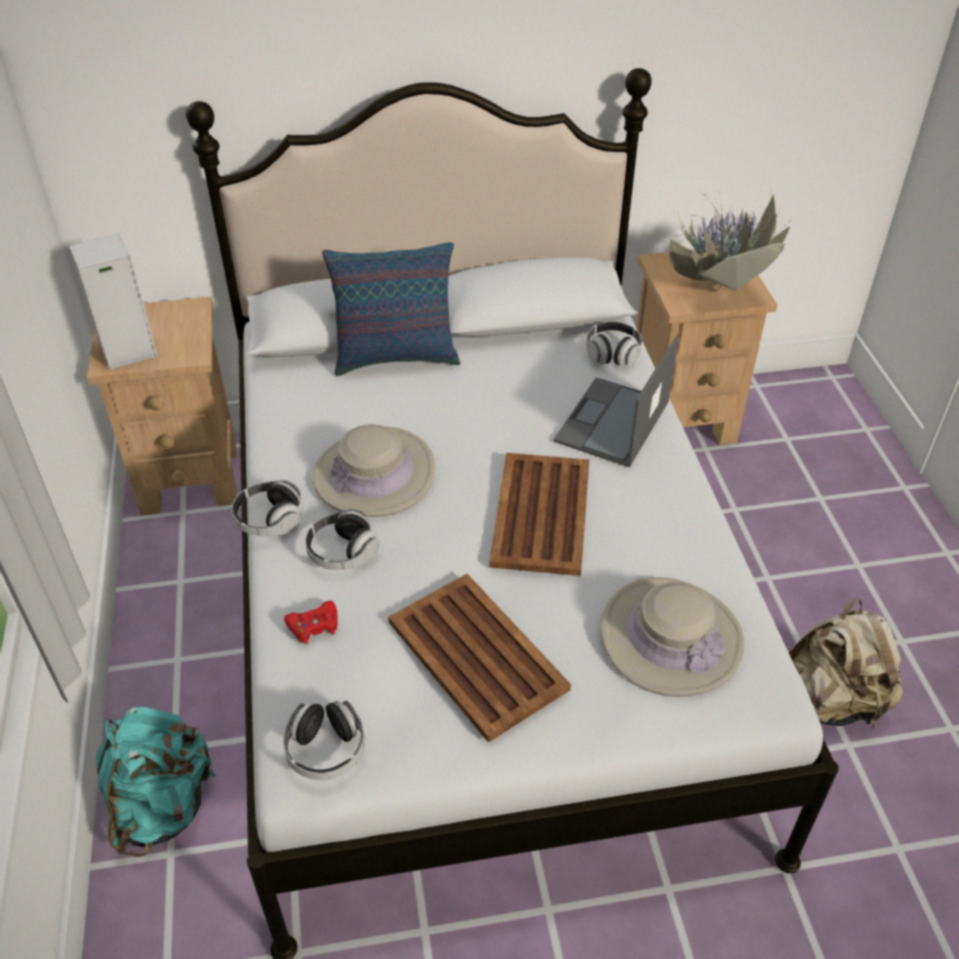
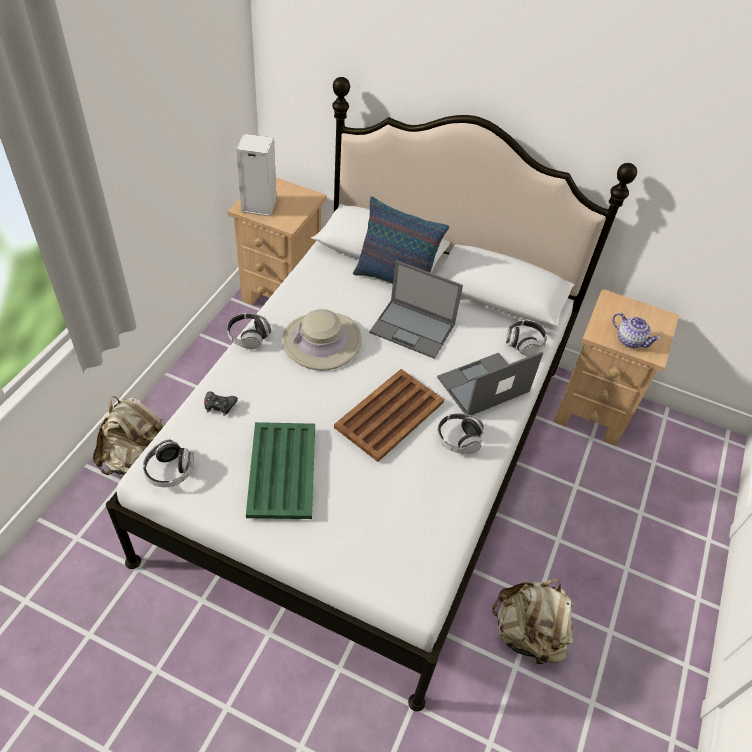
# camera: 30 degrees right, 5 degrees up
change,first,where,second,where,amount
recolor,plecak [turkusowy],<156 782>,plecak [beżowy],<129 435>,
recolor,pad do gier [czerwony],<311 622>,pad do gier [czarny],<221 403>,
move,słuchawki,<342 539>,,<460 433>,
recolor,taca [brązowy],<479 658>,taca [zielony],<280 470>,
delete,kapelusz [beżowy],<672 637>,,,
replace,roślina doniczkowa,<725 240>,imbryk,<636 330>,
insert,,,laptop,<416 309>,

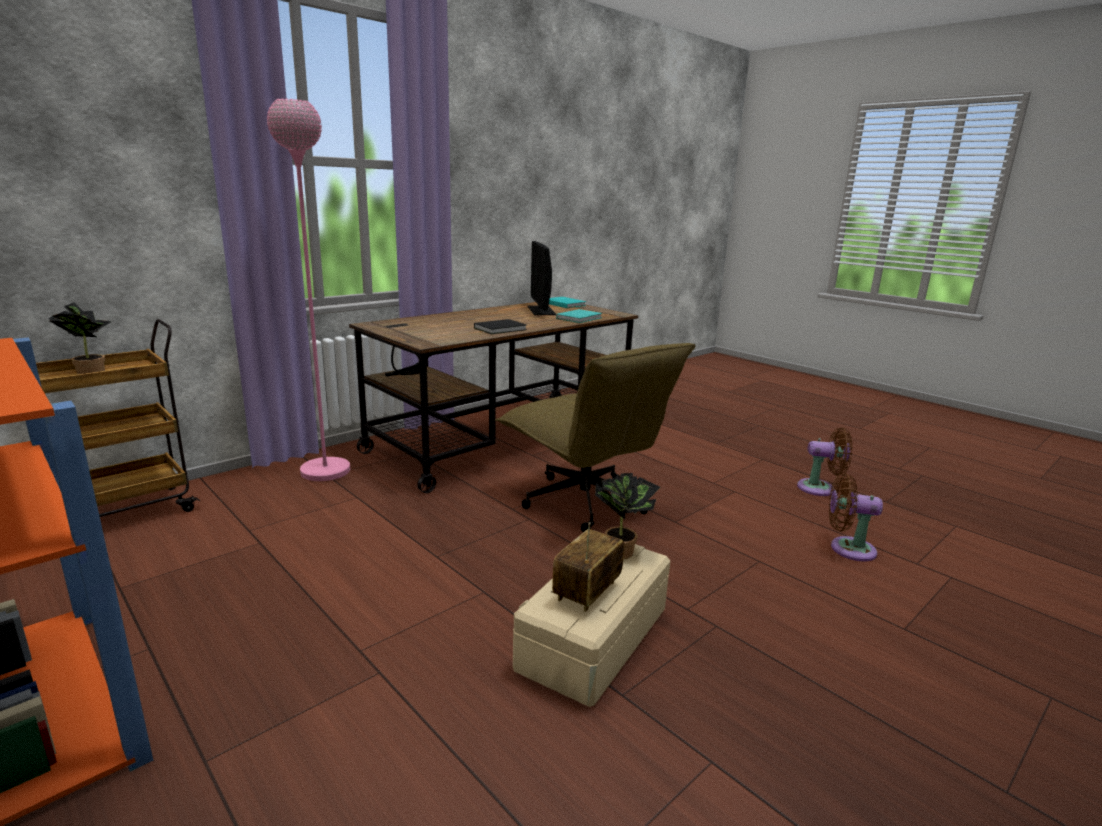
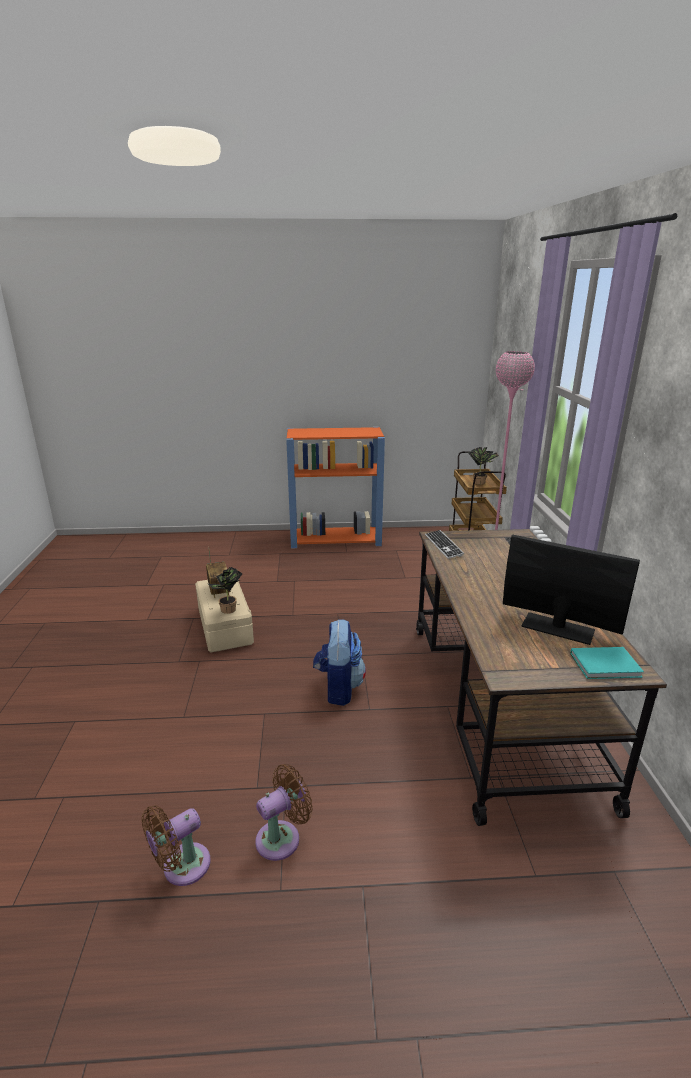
# camera: 130 degrees right, 5 degrees up
change,first,where,second,where,amount
delete,książka [czarny],<500 326>,,,
replace,krzesło biurowe [beżowy],<595 437>,plecak,<339 662>,
delete,książka [turkusowy],<579 316>,,,
move,wentylator [brązowy],<856 518>,,<284 812>,
insert,,,klawiatura,<444 544>,

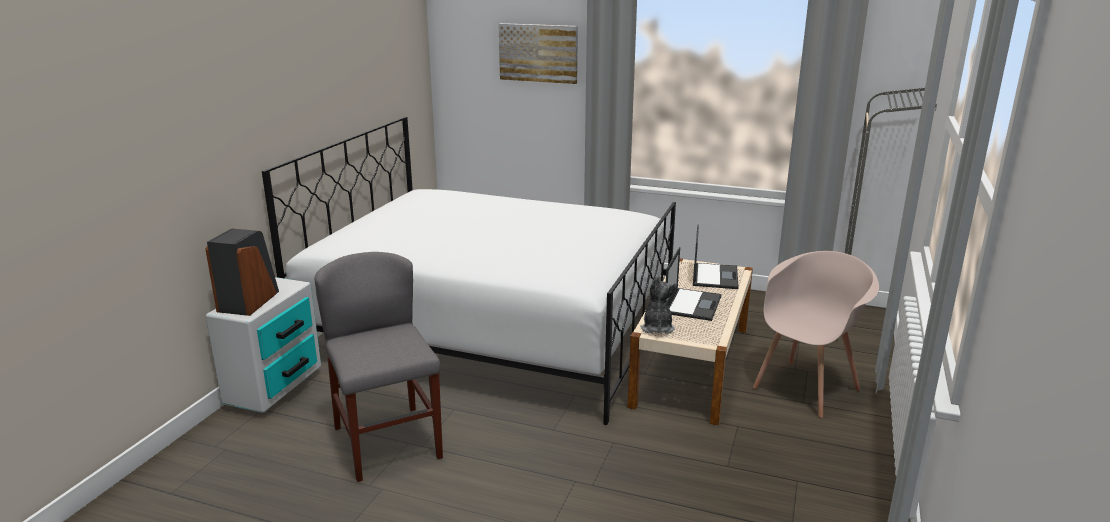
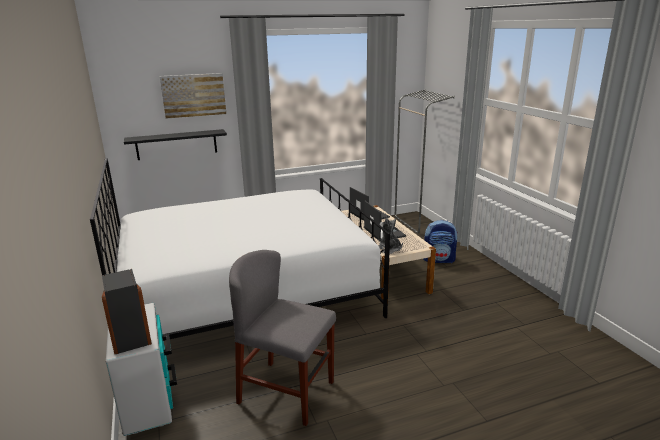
# camera: 40 degrees left, 0 degrees up
change,first,where,second,where,amount
replace,krzesło [beżowy],<816 334>,plecak,<440 241>,
insert,,,półka [czarny],<175 144>,

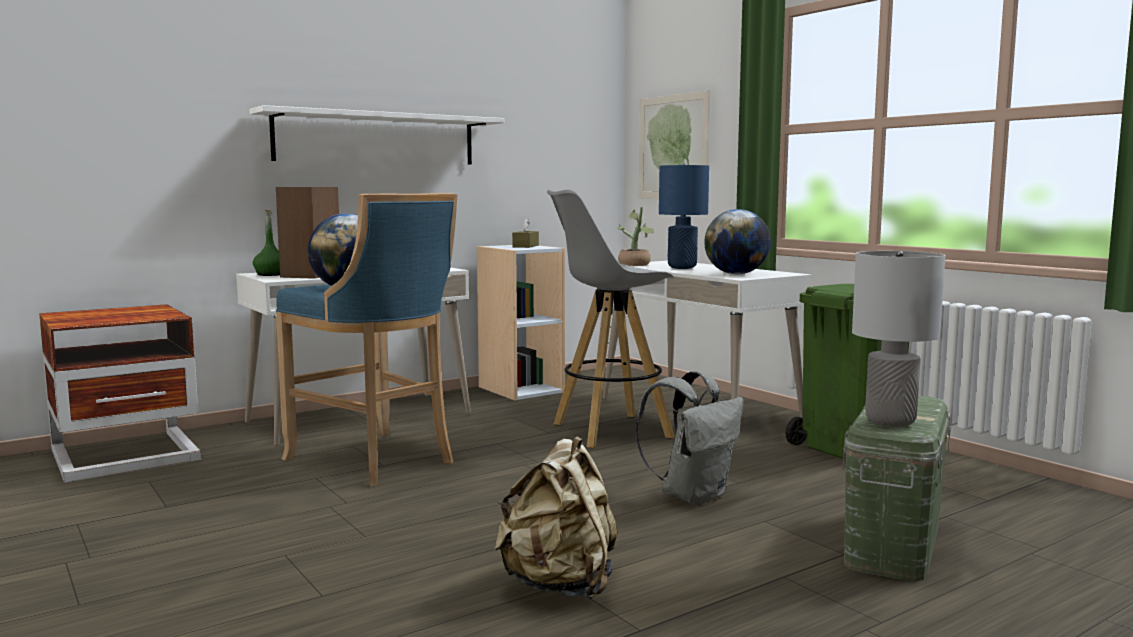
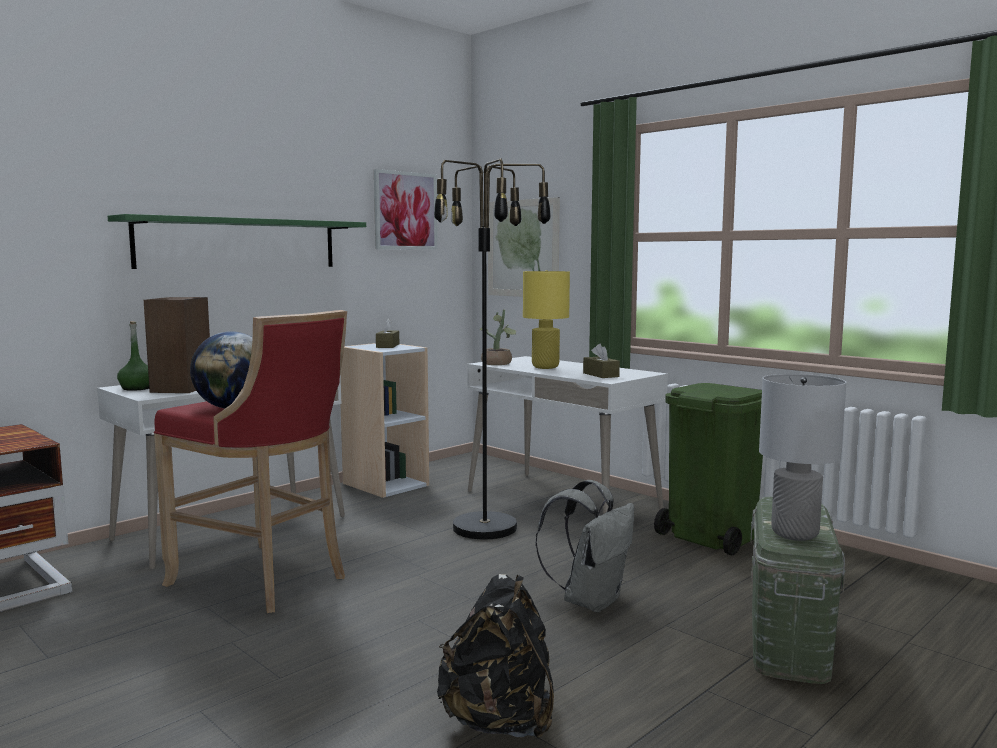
# camera: 10 degrees left, 0 degrees up
change,first,where,second,where,amount
recolor,półka [biały],<377 134>,półka [zielony],<237 241>,
recolor,stołek [niebieski],<367 339>,stołek [czerwony],<250 461>,
recolor,plecak [beżowy],<556 518>,plecak [czarny],<495 656>,
replace,stołek [szary],<611 318>,lampa stojąca,<492 349>,
recolor,lampa stołowa [niebieski],<684 216>,lampa stołowa [żółty],<546 319>,
replace,globus,<737 241>,pudełko chusteczek [brązowy],<601 361>,
insert,,,obraz,<405 209>,

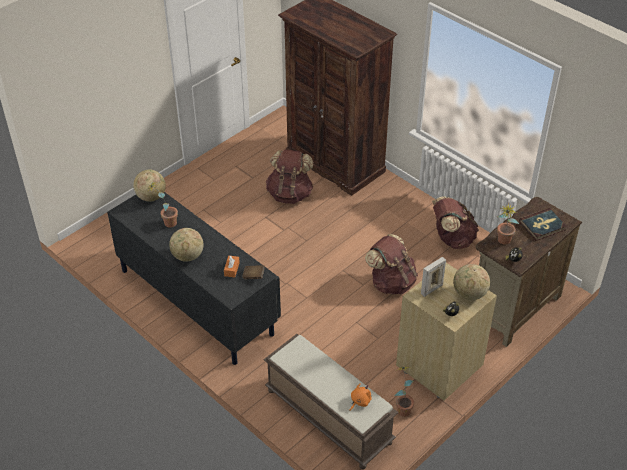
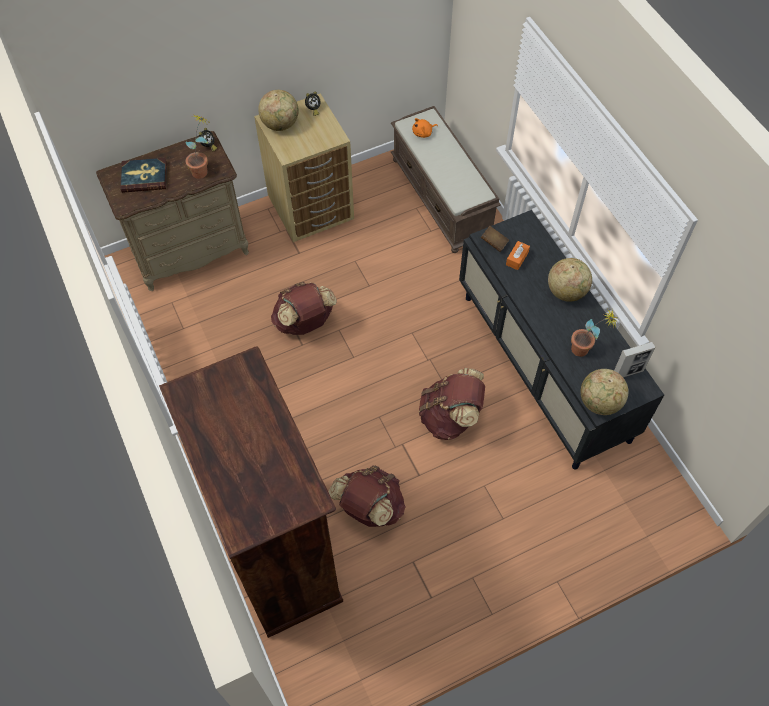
# camera: 160 degrees left, 15 degrees up
change,first,where,second,where,amount
delete,roślina doniczkowa,<404 391>,,,
move,ramka na zdjęcie,<433 277>,,<634 359>,
move,plecak [brązowy],<455 222>,,<452 404>,

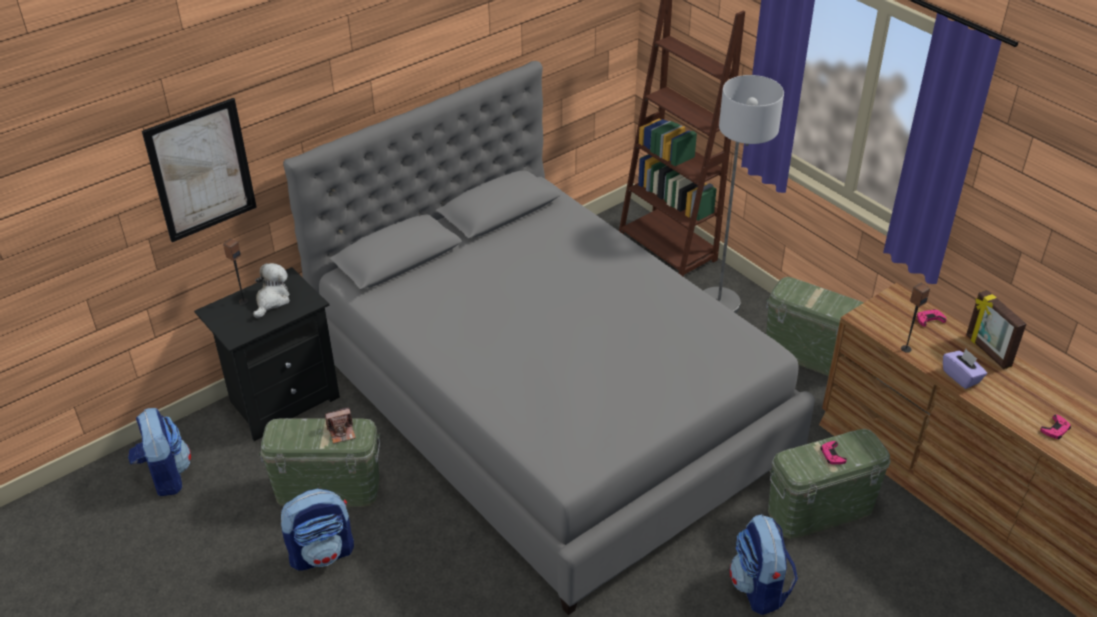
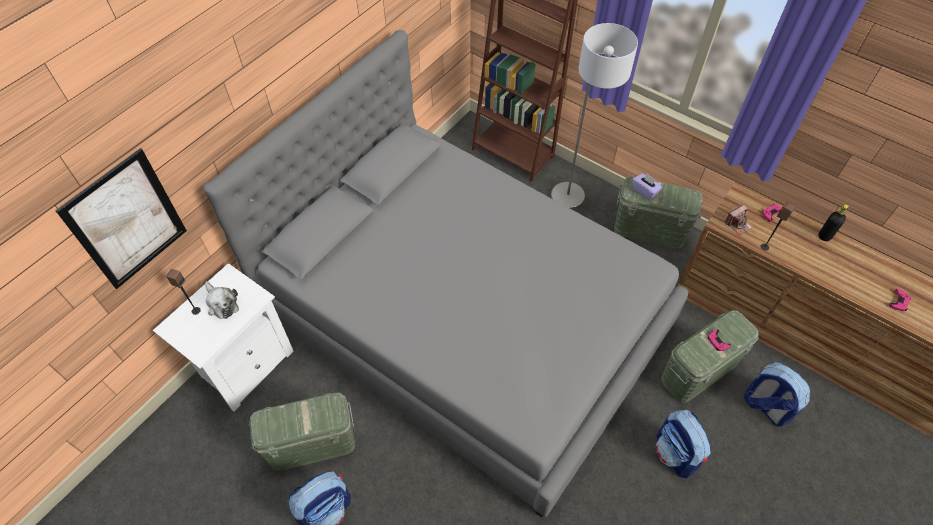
# camera: 15 degrees left, 15 degrees up
change,first,where,second,where,amount
move,plecak,<159 452>,,<777 394>,
recolor,szafka nocna [czarny],<267 354>,szafka nocna [biały],<223 337>,
rotate,pluszak,<271 290>,,<222 300>,135 degrees clockwise
move,aparat fotograficzny,<340 425>,,<739 219>,
move,pudełko chusteczek [fioletowy],<965 369>,,<647 186>,
replace,ramka na zdjęcie,<996 329>,butelka [czarny],<833 222>,

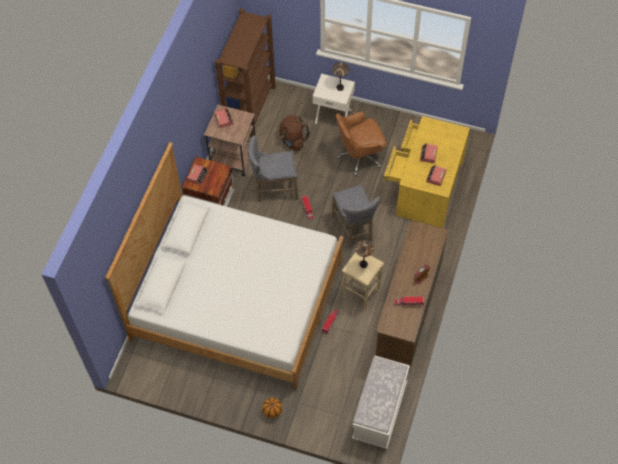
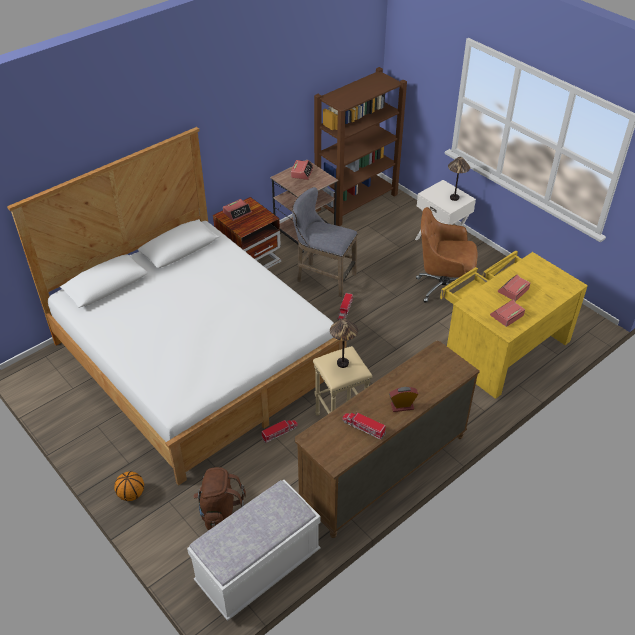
# camera: 30 degrees right, 15 degrees down
change,first,where,second,where,amount
move,plecak [brązowy],<294 133>,,<219 498>,
delete,stołek [szary],<356 216>,,,

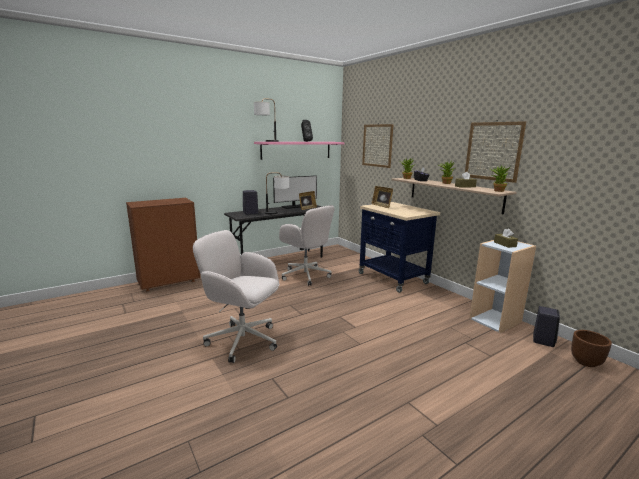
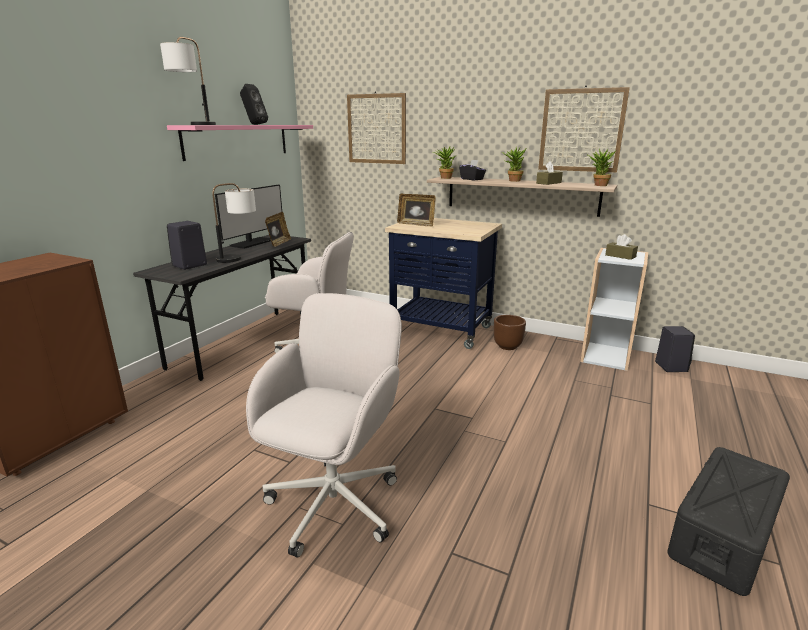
# camera: 30 degrees left, 5 degrees up
change,first,where,second,where,amount
rotate,krzesło biurowe [biały],<236 296>,,<324 425>,120 degrees clockwise
move,donica [brązowy],<591 348>,,<510 332>,
insert,,,pojemnik do przechowywania [czarny],<728 521>,

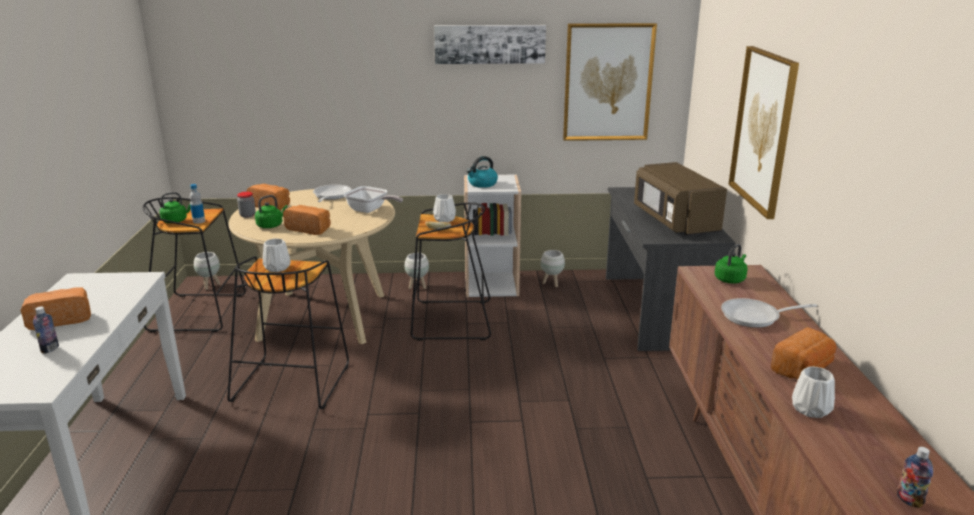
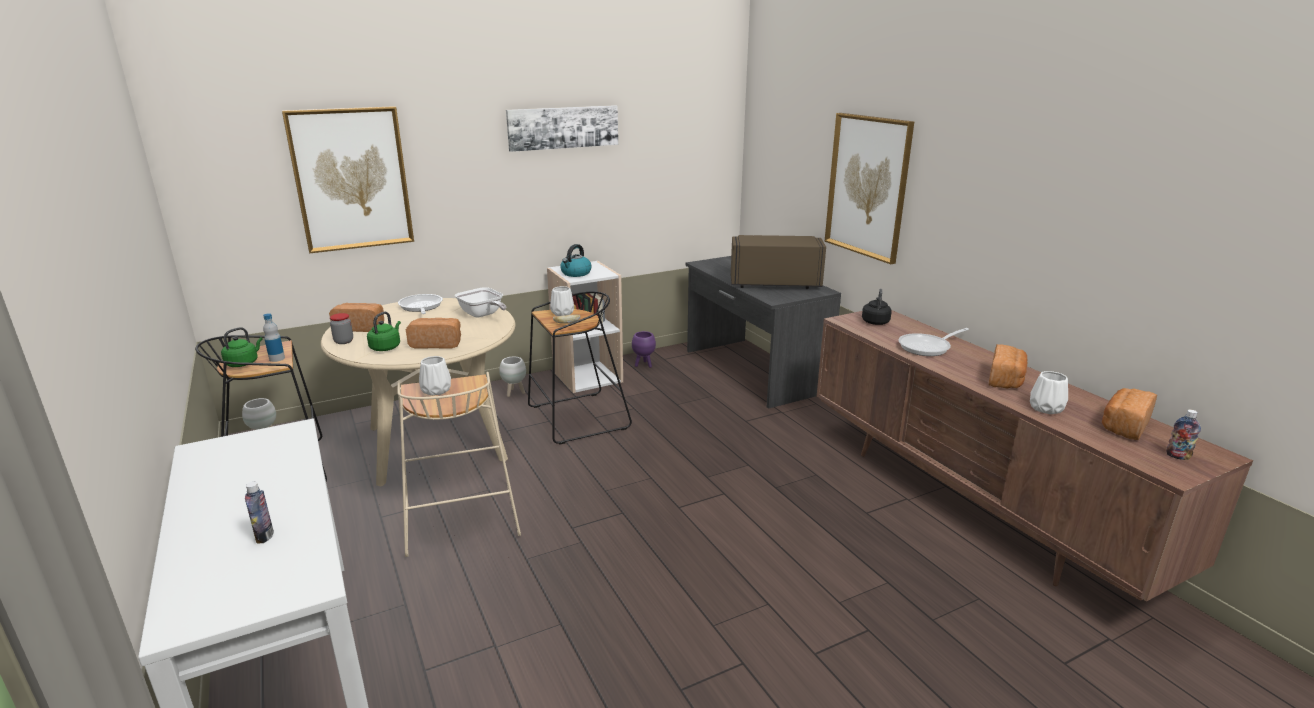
# camera: 25 degrees left, 0 degrees up
change,first,where,second,where,amount
move,chleb,<55 308>,,<1129 414>,
recolor,stołek [czarny],<288 332>,stołek [beżowy],<459 464>,
rotate,patelnia,<373 199>,,<480 302>,45 degrees clockwise
recolor,donica [biały],<553 268>,donica [fioletowy],<644 349>,
move,obraz,<610 82>,,<348 179>,
rotate,mikrofalówka [brązowy],<680 199>,,<778 262>,135 degrees clockwise
recolor,czajnik [zielony],<731 264>,czajnik [czarny],<877 307>,

